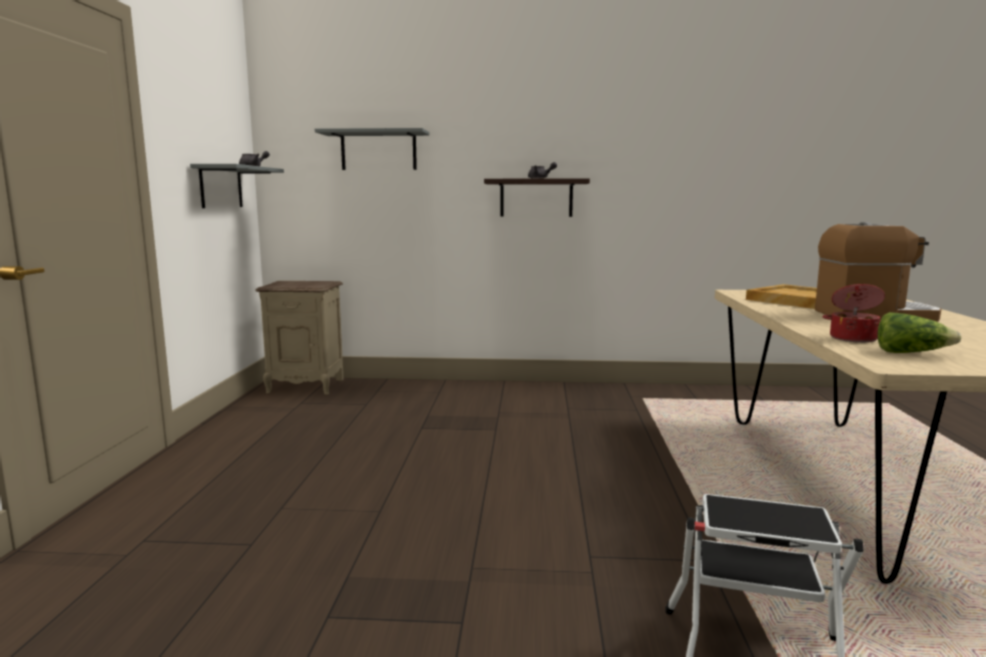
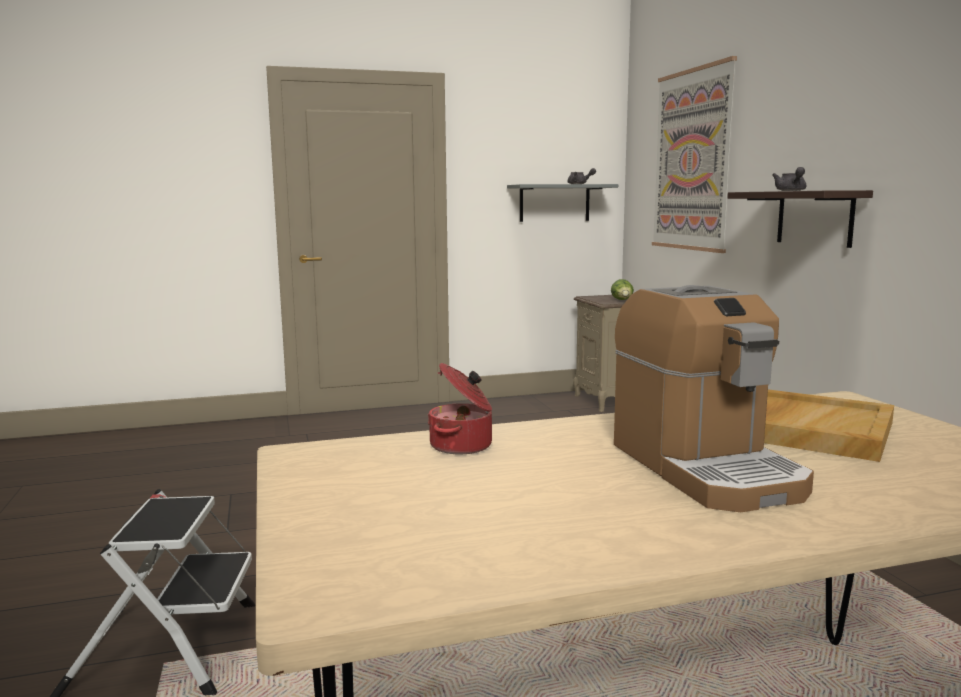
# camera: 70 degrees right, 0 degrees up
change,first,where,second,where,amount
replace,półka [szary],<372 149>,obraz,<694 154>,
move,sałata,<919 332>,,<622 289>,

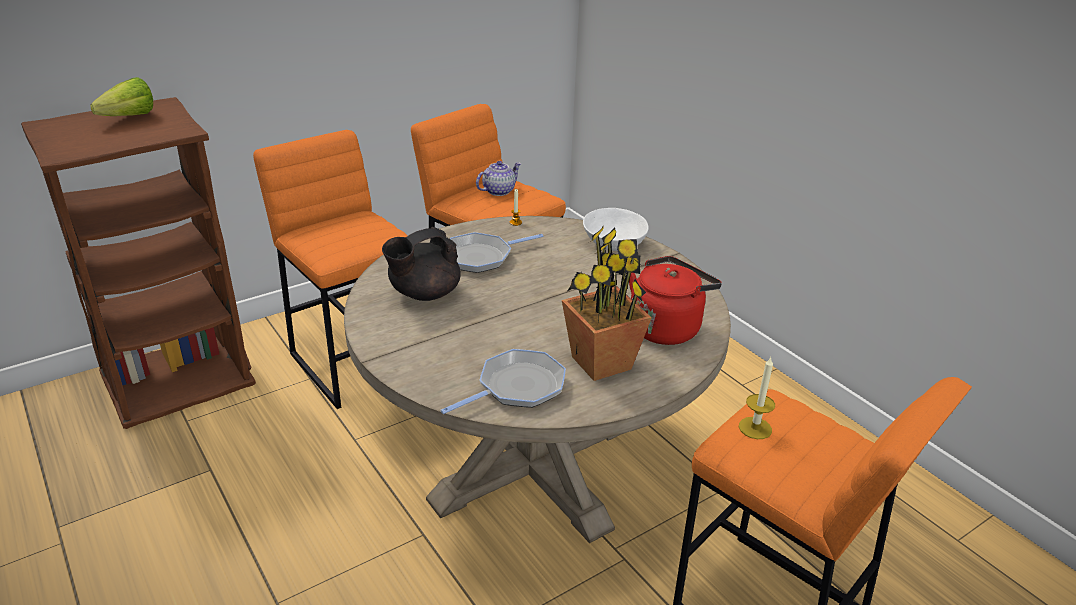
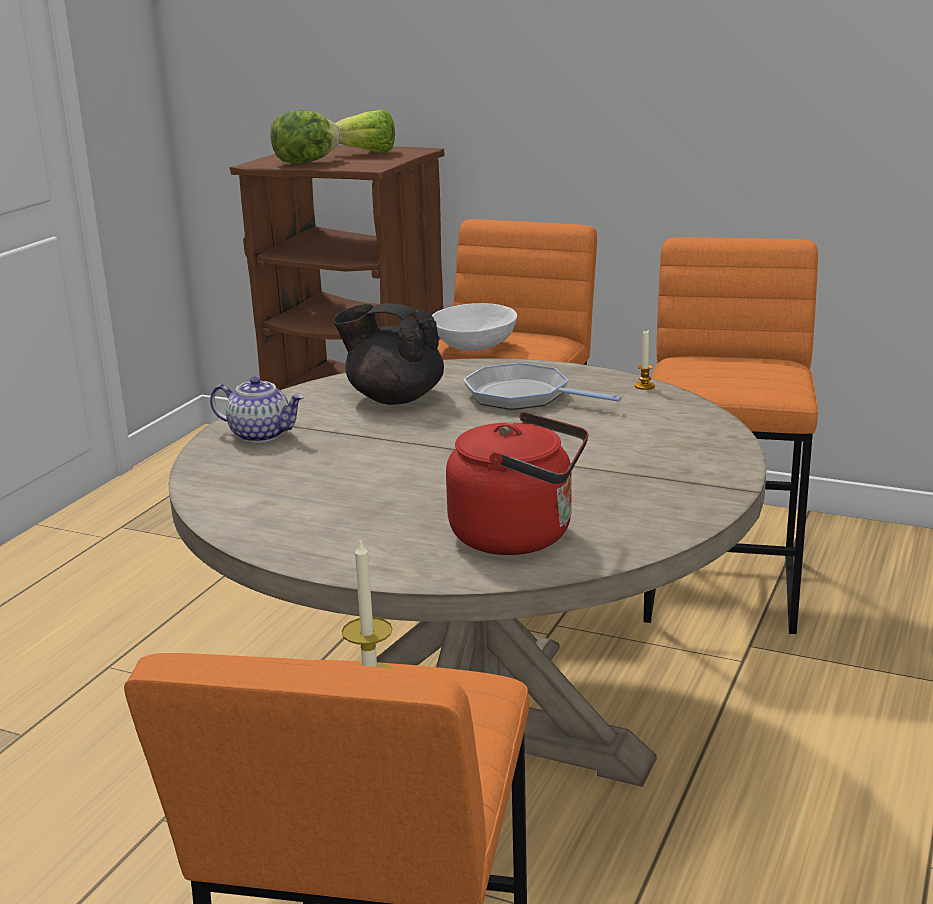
# camera: 60 degrees right, 10 degrees down
change,first,where,second,where,amount
delete,patelnia,<503 381>,,,
move,imbryk,<499 178>,,<257 409>,
delete,roślina doniczkowa,<607 303>,,,
move,miska [biały],<616 229>,,<474 327>,
insert,,,sałata,<305 137>,

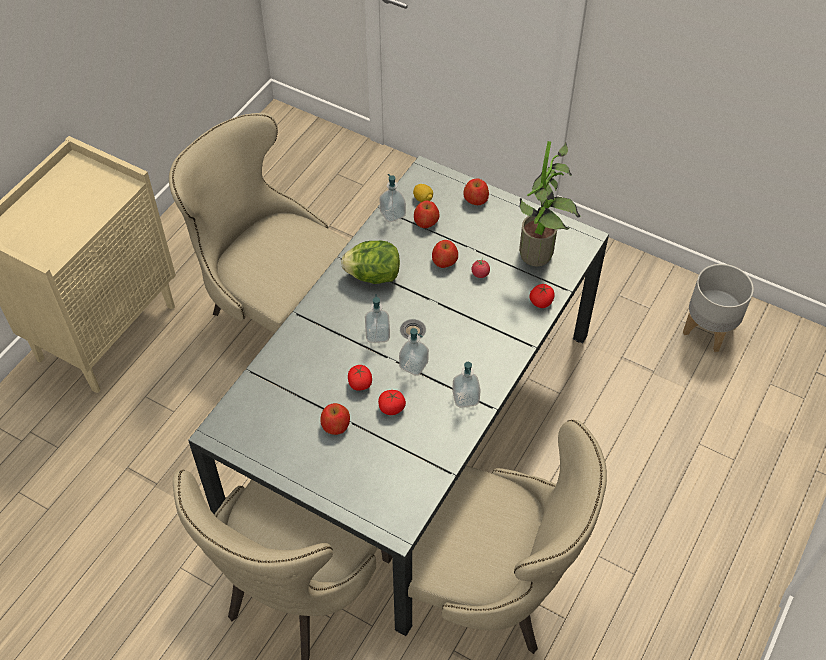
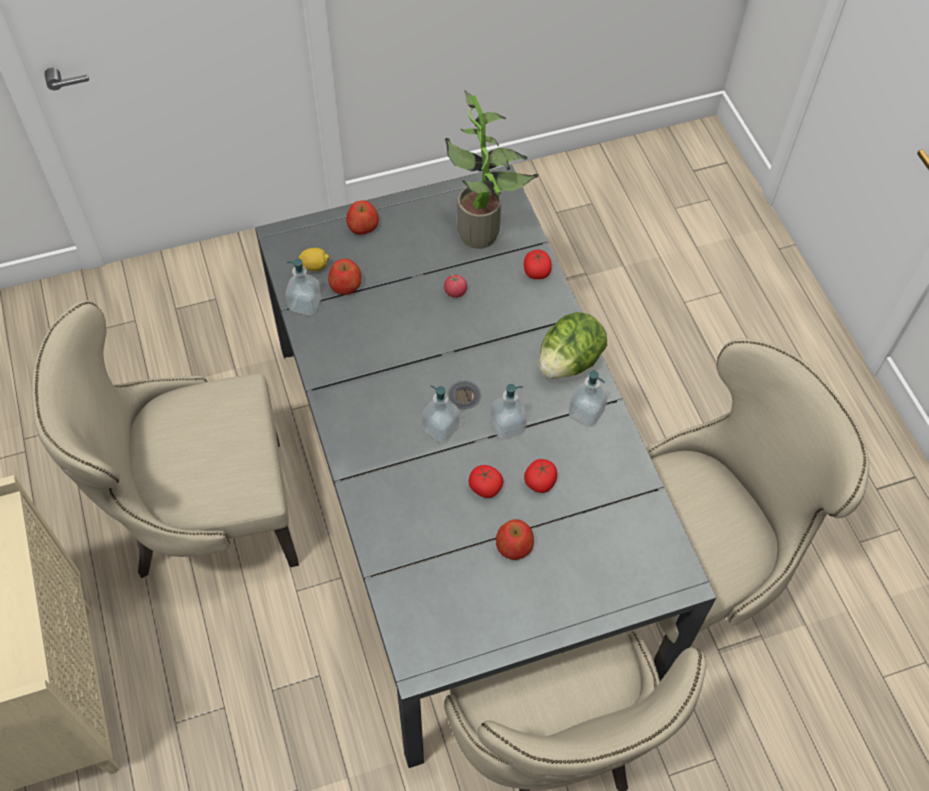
# camera: 50 degrees left, 5 degrees up
change,first,where,second,where,amount
move,sałata,<370 262>,,<573 345>,
delete,jabłko,<445 254>,,,
delete,donica [szary],<718 308>,,,

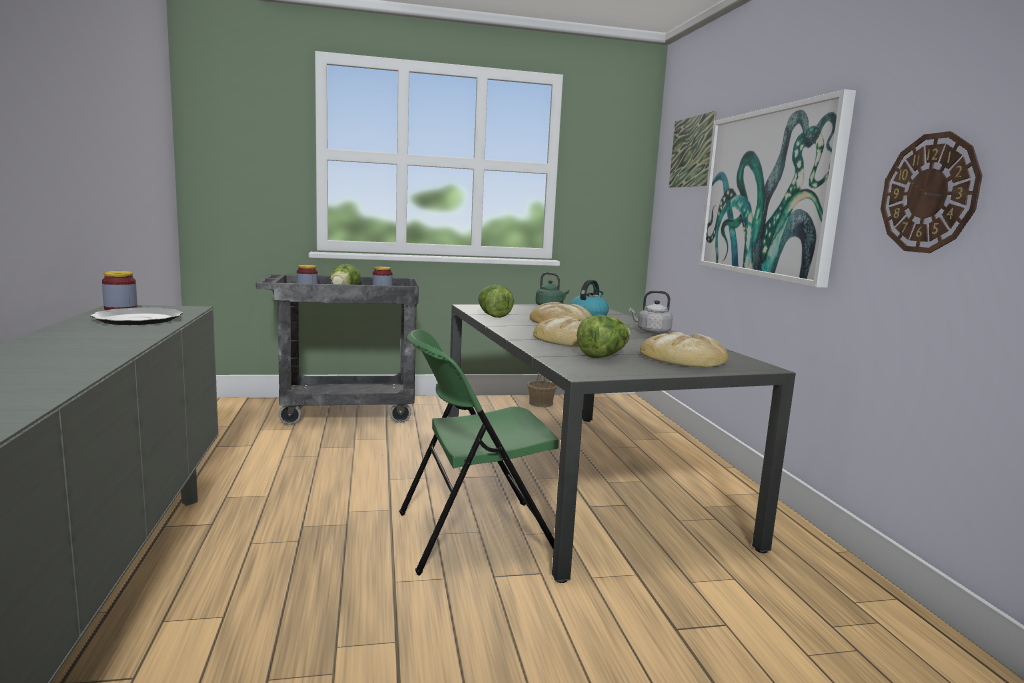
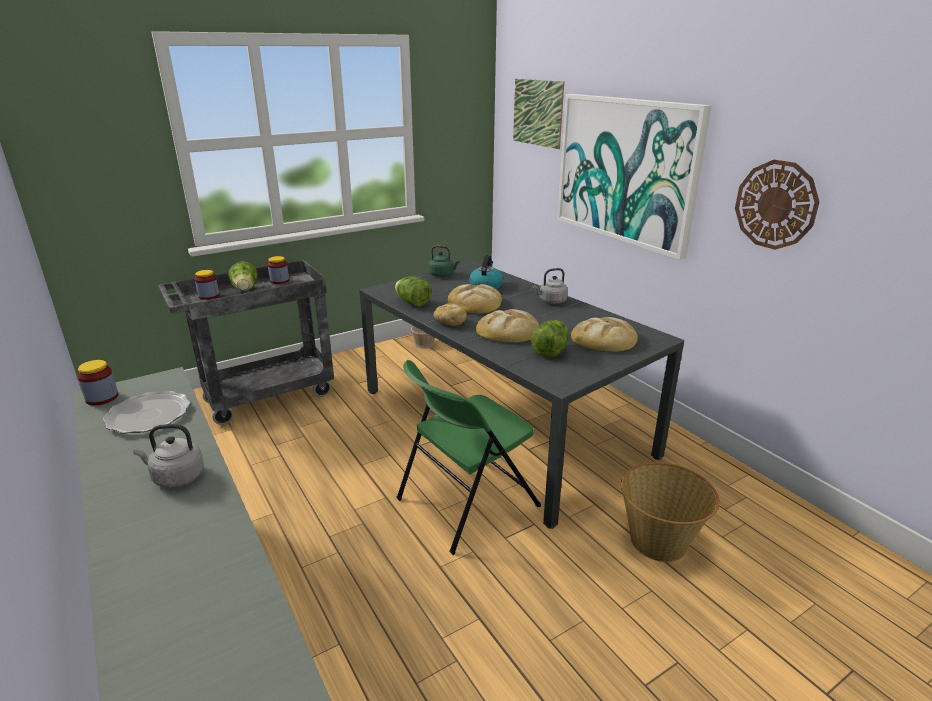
# camera: 20 degrees left, 15 degrees up
change,first,where,second,where,amount
insert,,,czajnik [szary],<168 456>,
insert,,,chleb,<450 314>,
insert,,,koszyk,<670 512>,

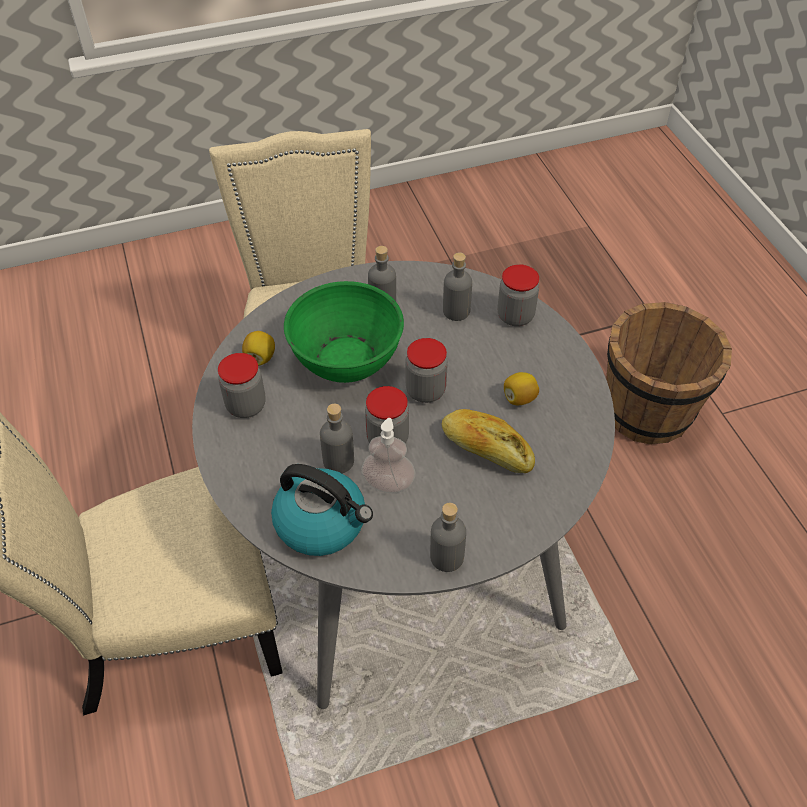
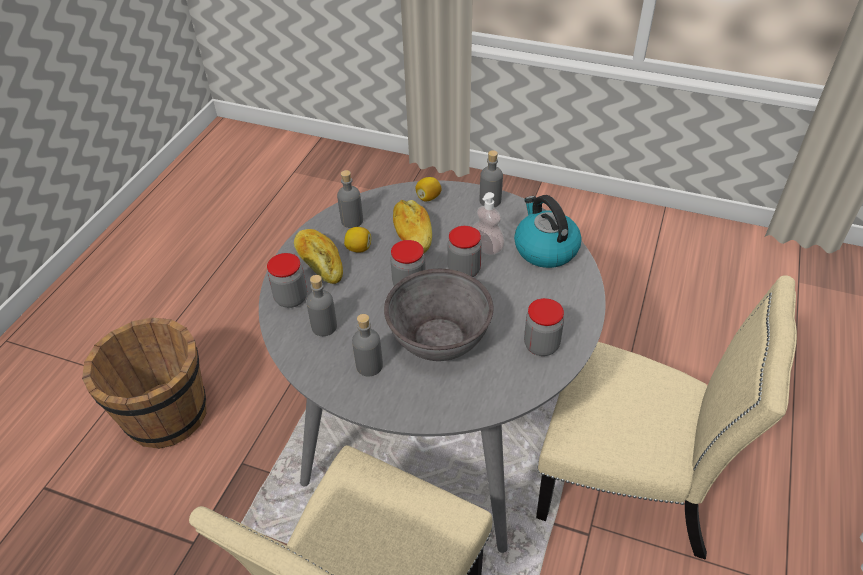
# camera: 140 degrees left, 5 degrees down
change,first,where,second,where,amount
move,cytryna,<258 348>,,<428 189>,
recolor,miska [zielony],<344 332>,miska [szary],<438 315>,
move,butelka [szary],<337 438>,,<350 199>,
insert,,,chleb,<318 256>,

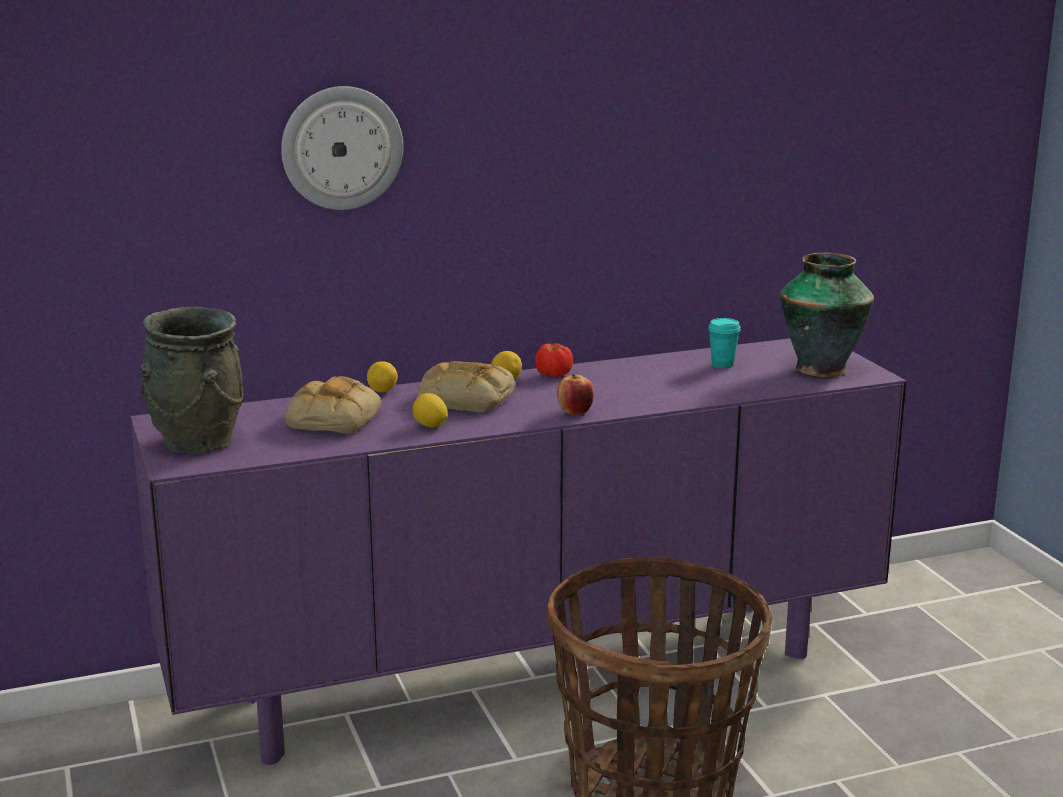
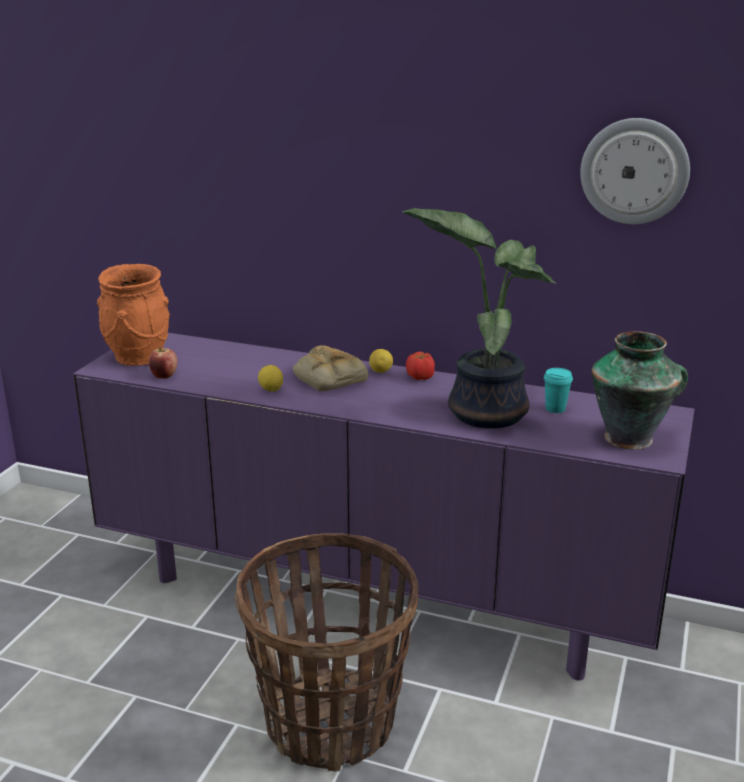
# camera: 40 degrees right, 5 degrees up
change,first,where,second,where,amount
recolor,wazon [szary],<192 380>,wazon [pomarańczowy],<133 315>,
move,zegar ścienny,<342 148>,,<635 171>,
delete,chleb,<333 405>,,,
delete,cytryna,<382 376>,,,
move,jabłko,<575 394>,,<163 363>,
insert,,,roślina doniczkowa,<479 318>,

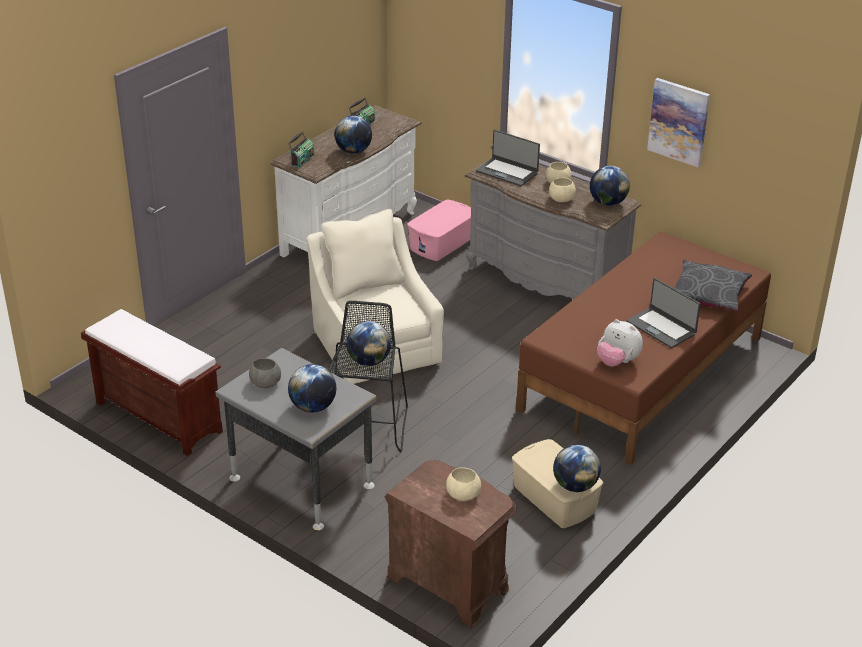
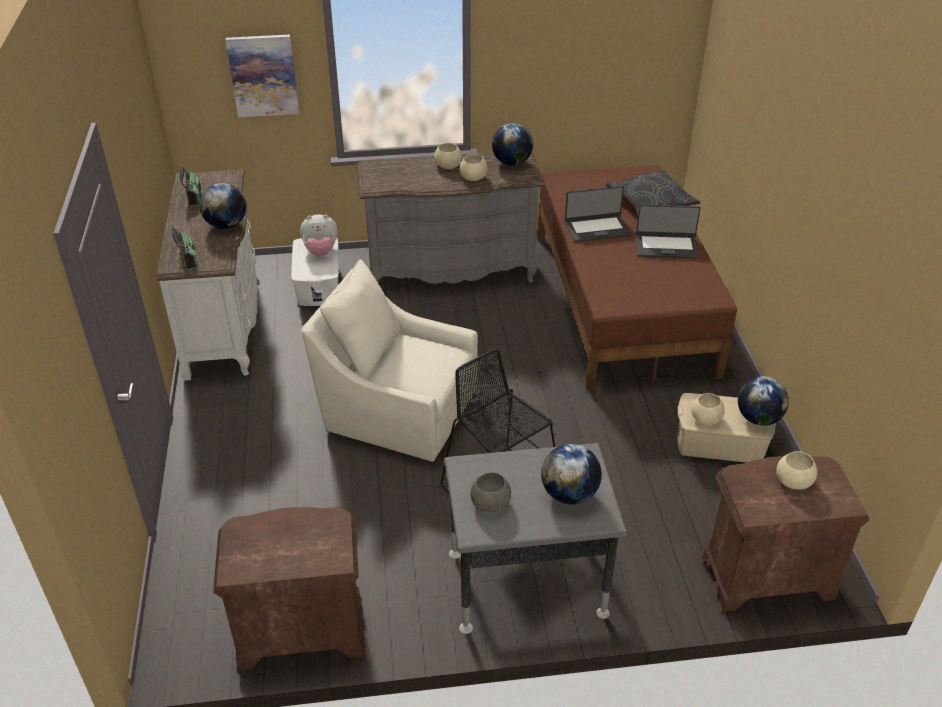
# camera: 45 degrees left, 5 degrees up
change,first,where,second,where,amount
replace,ławka [brązowy],<152 382>,szafka nocna [brązowy],<289 589>,
delete,globus,<368 343>,,,
recolor,pojemnik do przechowywania [różowy],<439 230>,pojemnik do przechowywania [biały],<315 272>,
move,laptop,<508 158>,,<598 214>,
move,pluszak,<620 342>,,<319 235>,
move,obraz,<678 122>,,<262 76>,
insert,,,miska [beżowy],<708 409>,

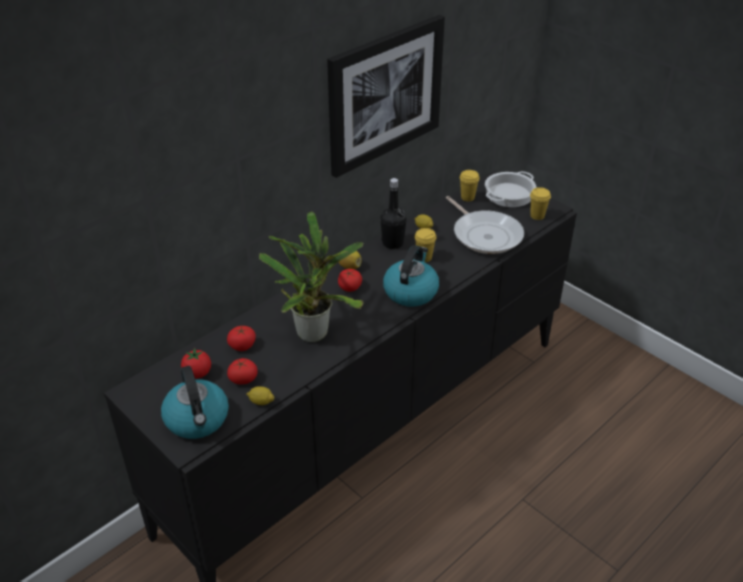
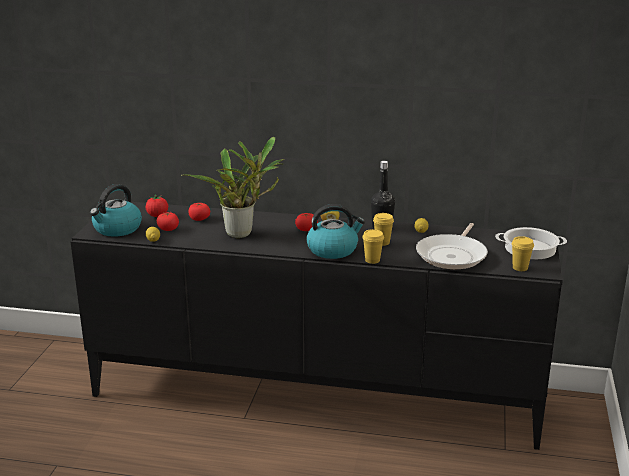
# camera: 55 degrees right, 15 degrees down
change,first,where,second,where,amount
delete,obraz,<386 96>,,,
move,filiżanka [żółty],<470 186>,,<373 246>,

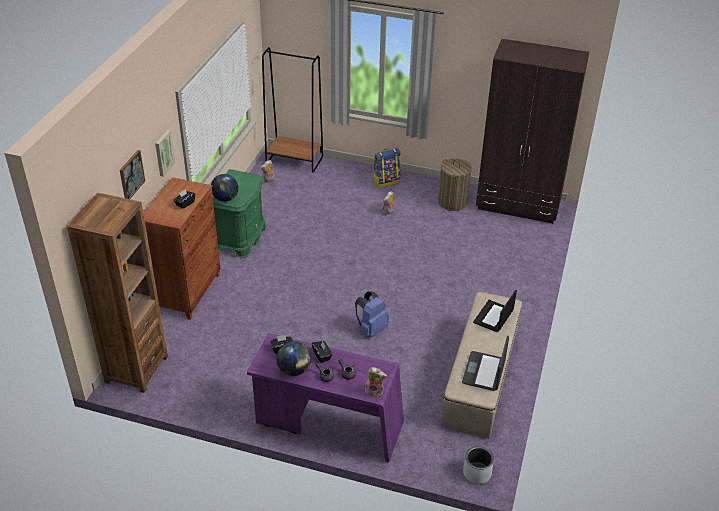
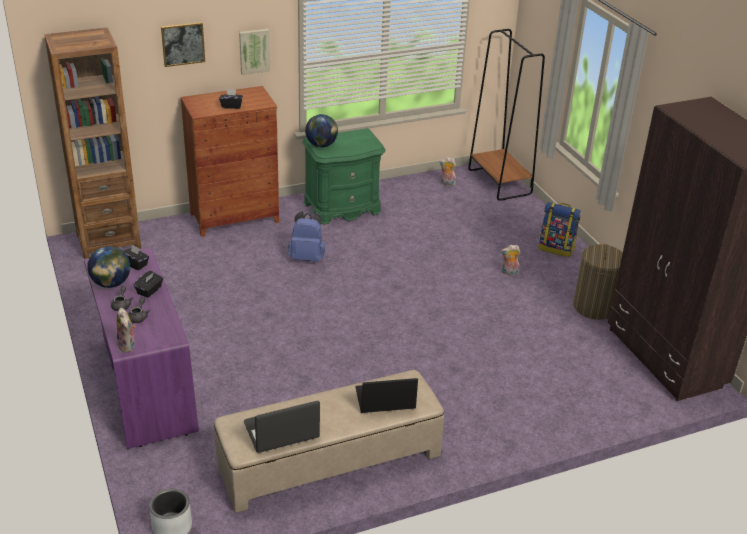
# camera: 50 degrees right, 5 degrees down
change,first,where,second,where,amount
move,plecak [niebieski],<372 314>,,<306 236>,

